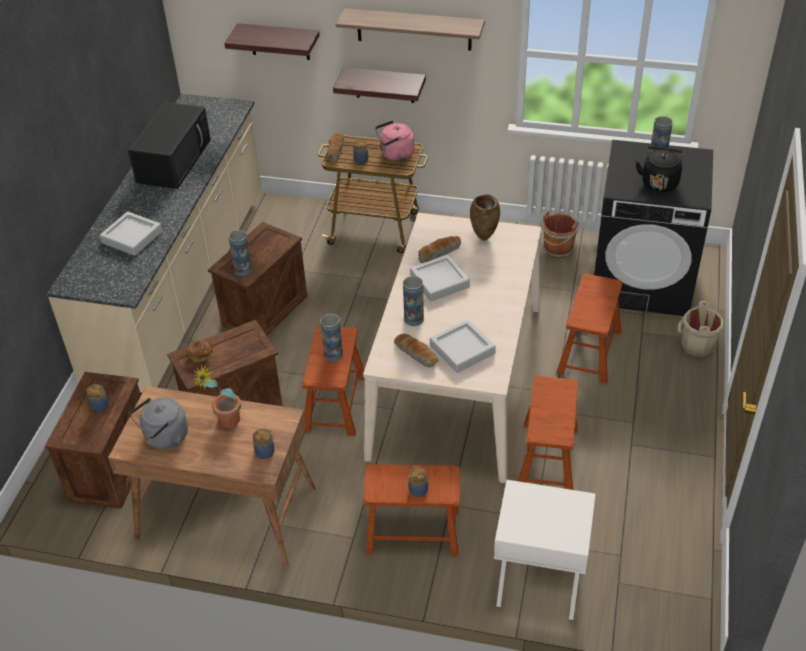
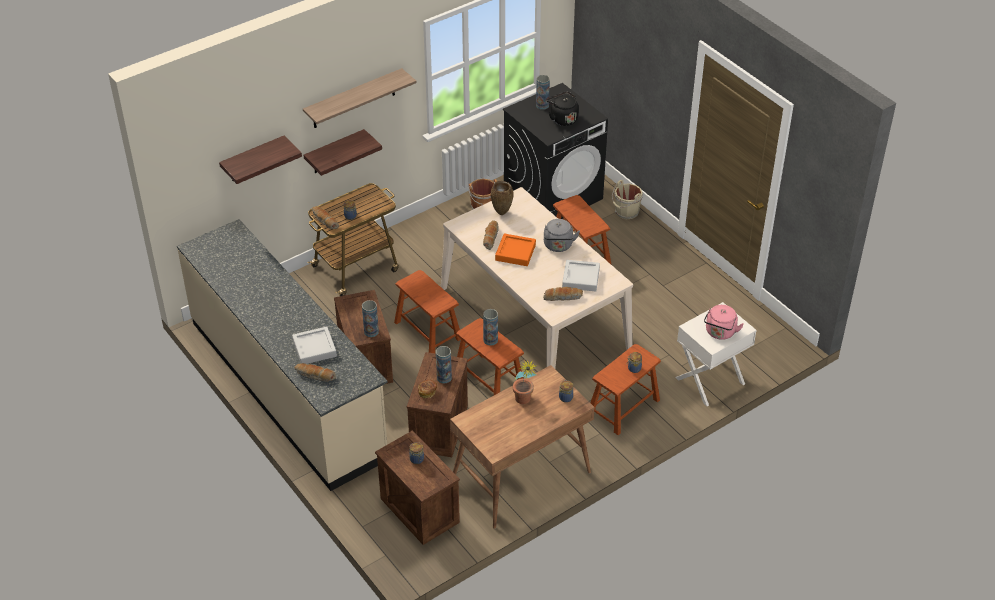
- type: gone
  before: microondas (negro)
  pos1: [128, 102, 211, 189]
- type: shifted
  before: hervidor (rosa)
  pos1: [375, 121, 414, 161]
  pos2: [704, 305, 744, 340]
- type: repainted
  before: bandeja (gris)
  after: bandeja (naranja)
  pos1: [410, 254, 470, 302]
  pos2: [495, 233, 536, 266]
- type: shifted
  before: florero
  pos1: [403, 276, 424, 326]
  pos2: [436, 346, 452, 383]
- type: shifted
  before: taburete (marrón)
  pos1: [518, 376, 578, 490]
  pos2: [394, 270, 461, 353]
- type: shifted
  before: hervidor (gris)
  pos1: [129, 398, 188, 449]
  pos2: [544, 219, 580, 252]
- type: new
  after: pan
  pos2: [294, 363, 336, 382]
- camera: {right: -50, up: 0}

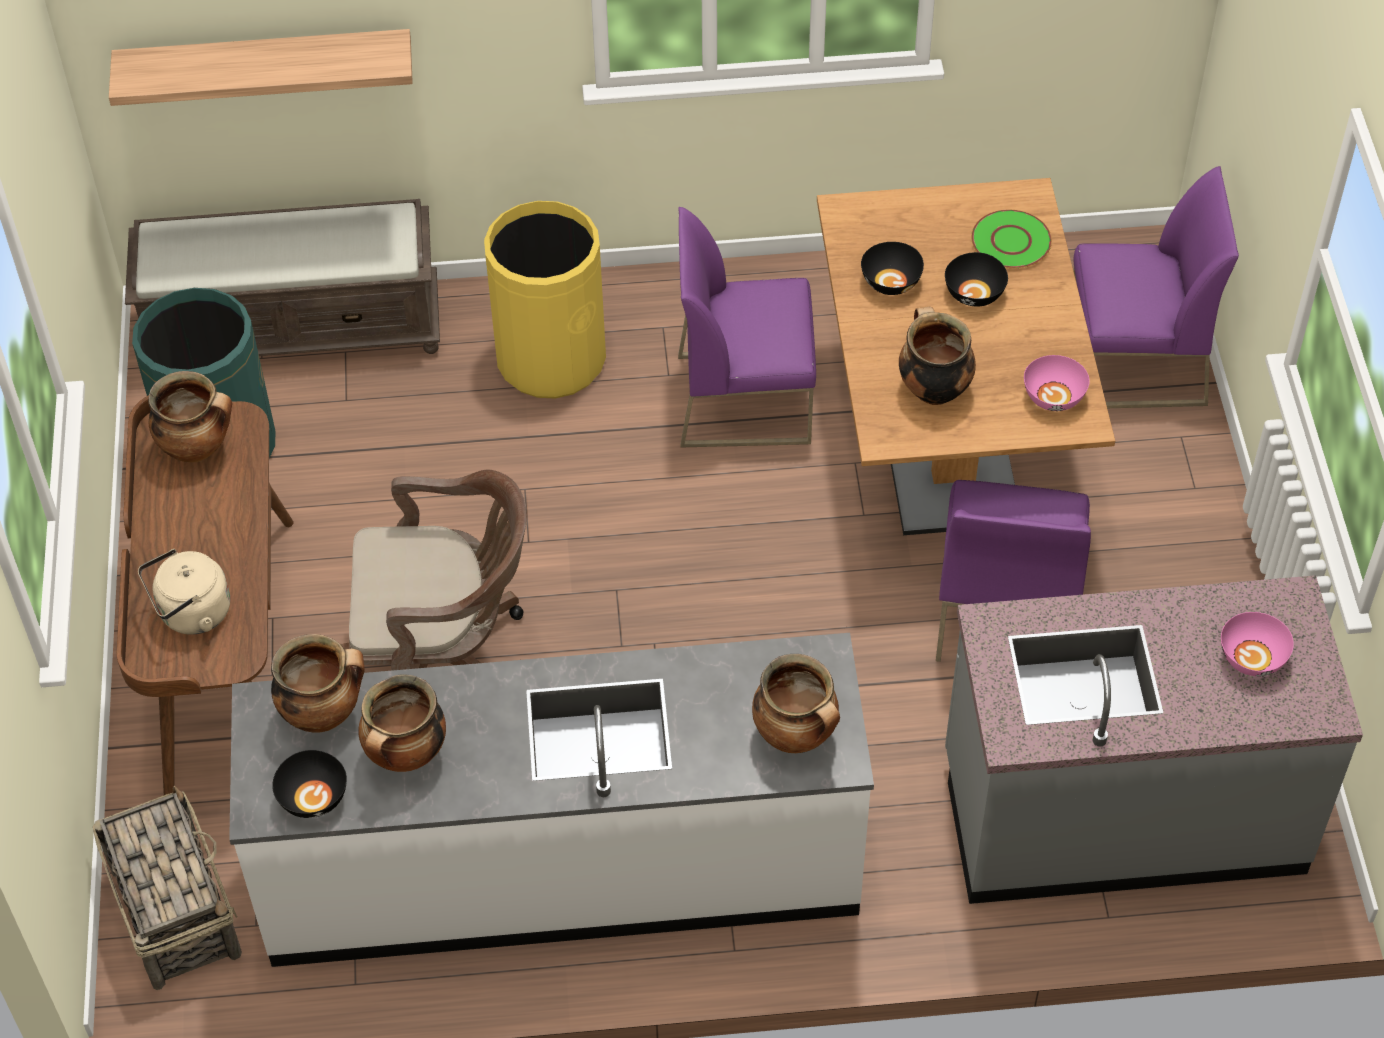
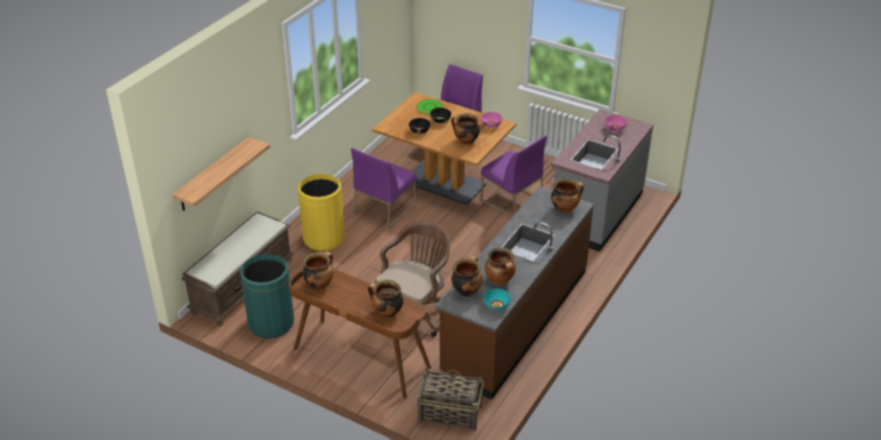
- type: swapped
  before: hervidor (beis)
  after: olla
  pos1: [138, 549, 230, 635]
  pos2: [368, 280, 404, 318]
- type: repainted
  before: mueble bajo de cocina (blanco)
  after: mueble bajo de cocina (marrón)
  pos1: [229, 633, 874, 967]
  pos2: [435, 186, 594, 400]
- type: repainted
  before: cuenco (negro)
  after: cuenco (turquesa)
  pos1: [272, 750, 347, 818]
  pos2: [484, 289, 511, 311]
- camera: {right: -55, up: -15}

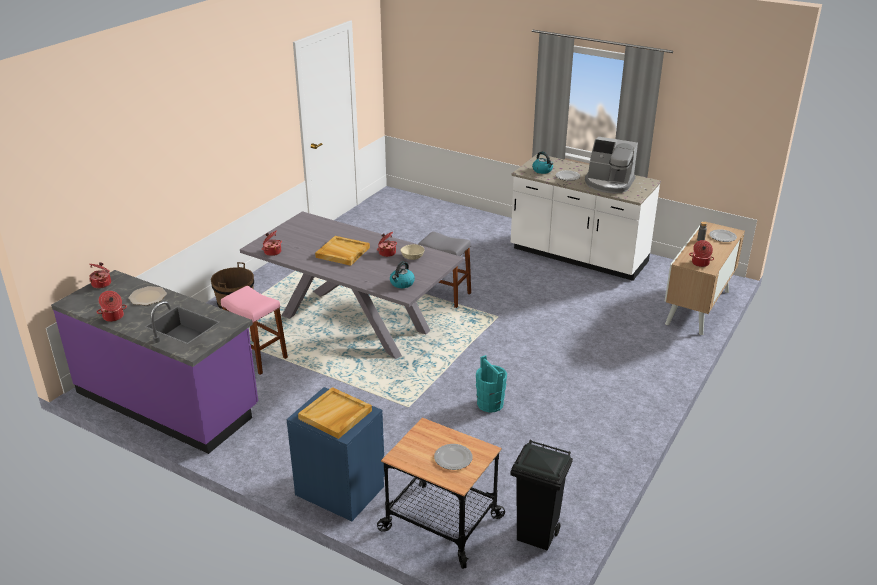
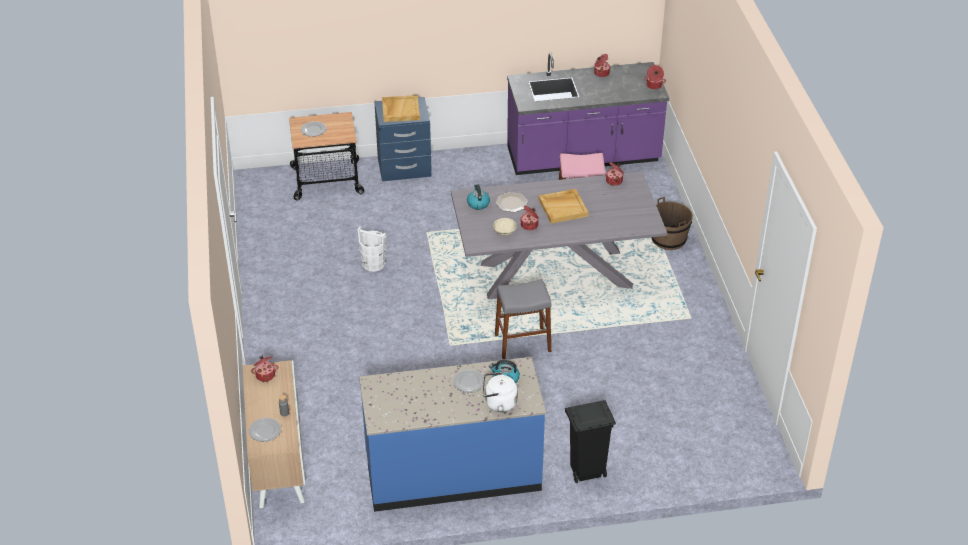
- type: gone
  before: cafetera
  pos1: [585, 137, 638, 194]
- type: repainted
  before: mueble bajo de cocina (blanco)
  after: mueble bajo de cocina (azul)
  pos1: [511, 154, 661, 281]
  pos2: [359, 357, 546, 512]
- type: shifted
  before: plato
  pos1: [128, 286, 167, 305]
  pos2: [496, 192, 528, 213]
- type: repainted
  before: cubo (turquesa)
  after: cubo (blanco)
  pos1: [476, 355, 507, 412]
  pos2: [357, 227, 386, 272]
- type: shifted
  before: papelera (negro)
  pos1: [510, 440, 573, 550]
  pos2: [565, 400, 616, 483]
- type: new
  after: hervidor (blanco)
  pos2: [482, 372, 518, 412]
- camera: {right: 140, up: 10}

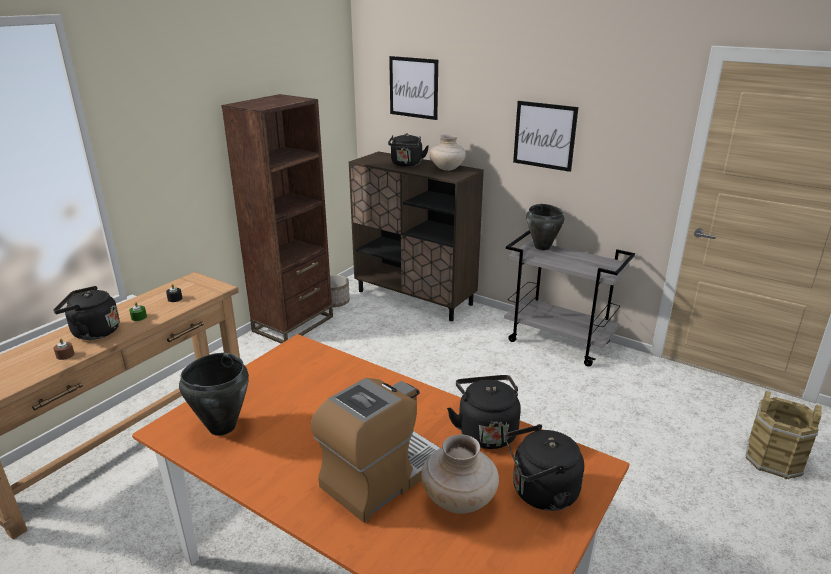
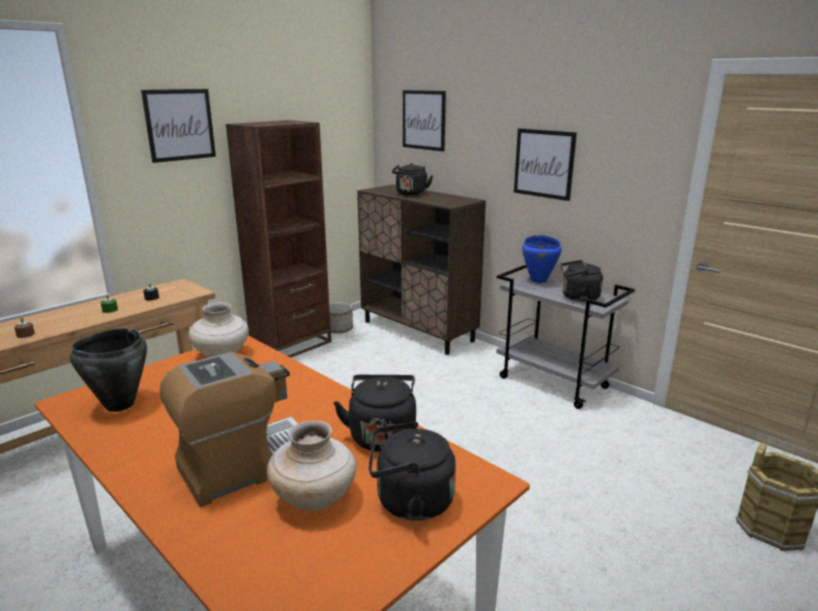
- type: shifted
  before: florero (beis)
  pos1: [430, 134, 466, 171]
  pos2: [189, 302, 249, 357]
- type: repainted
  before: olla (negro)
  after: olla (azul)
  pos1: [526, 204, 564, 250]
  pos2: [522, 235, 562, 283]
- type: shifted
  before: hervidor (negro)
  pos1: [53, 286, 120, 340]
  pos2: [560, 260, 603, 302]
- type: new
  after: cuadro
  pos2: [141, 89, 216, 163]
- camera: {right: 10, up: -5}

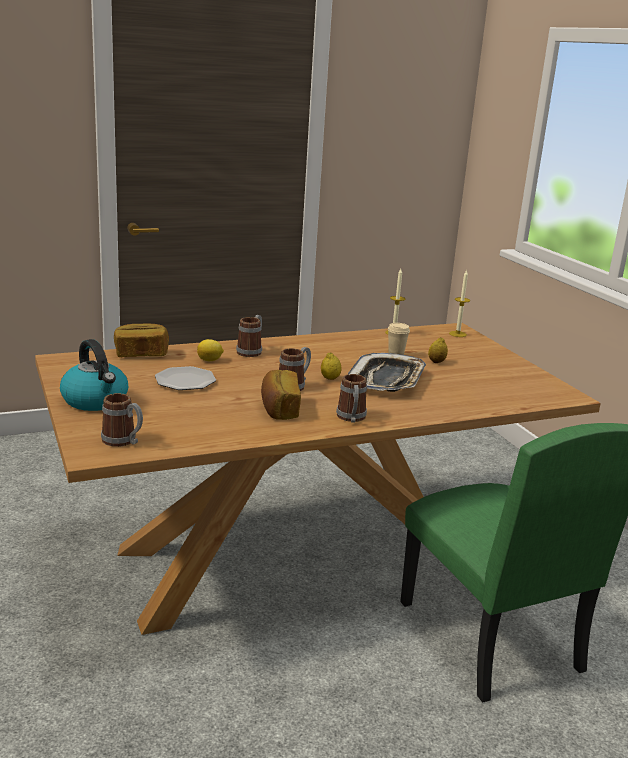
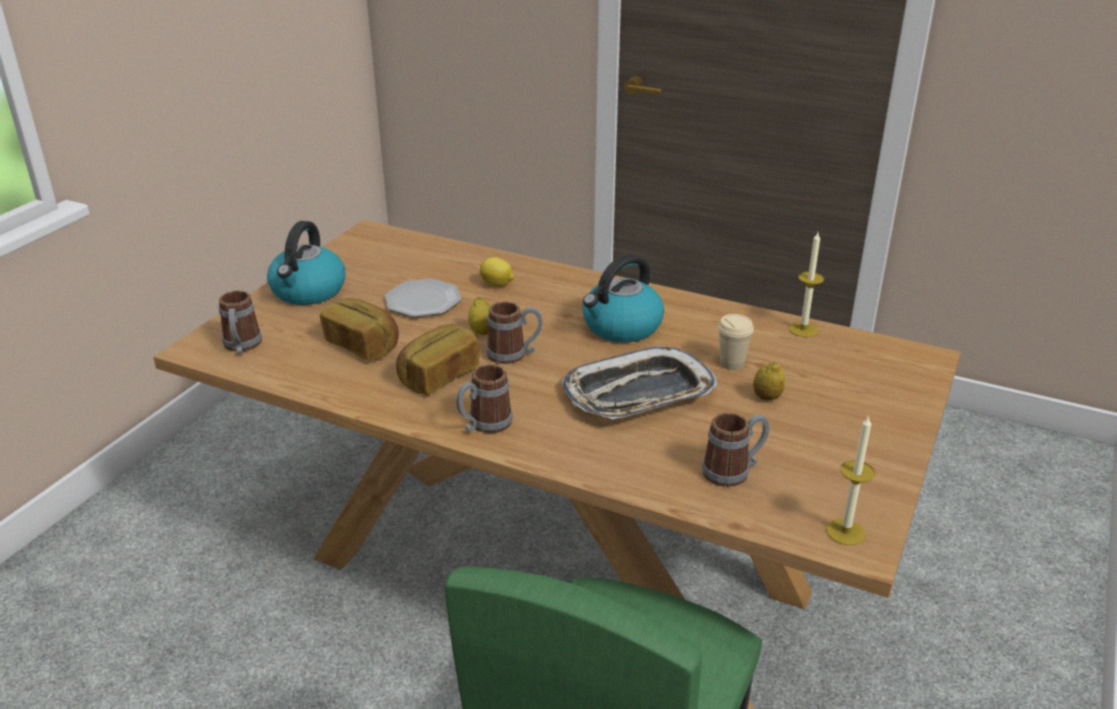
- type: shifted
  before: vela
  pos1: [449, 270, 470, 337]
  pos2: [826, 415, 875, 545]
- type: shifted
  before: taza grande
  pos1: [236, 315, 262, 357]
  pos2: [702, 413, 770, 487]
- type: shifted
  before: pan
  pos1: [114, 324, 169, 357]
  pos2: [320, 298, 399, 361]
- type: shifted
  before: limón
  pos1: [321, 353, 341, 380]
  pos2: [468, 297, 491, 335]
- type: new
  after: hervidor
  pos2: [582, 254, 664, 343]
- camera: {right: 50, up: 10}

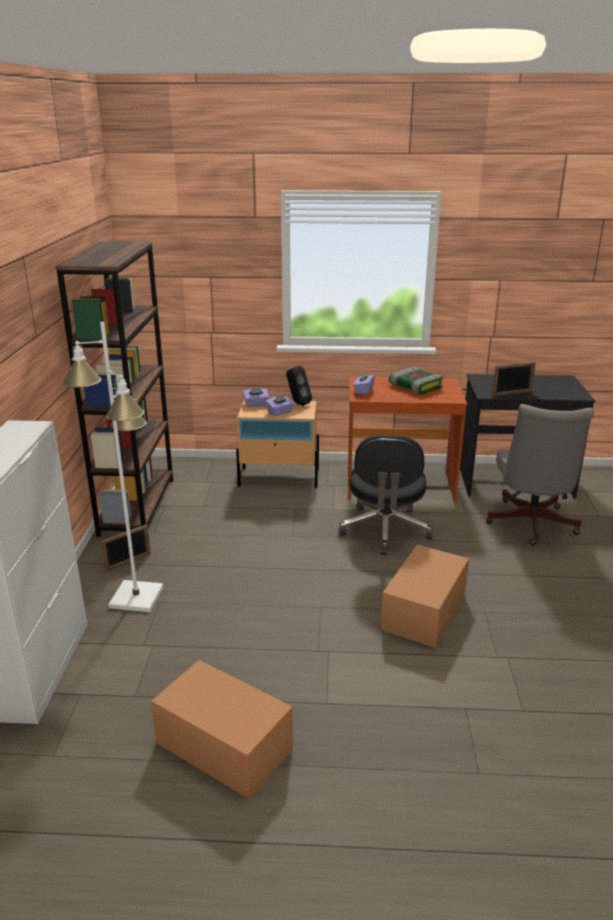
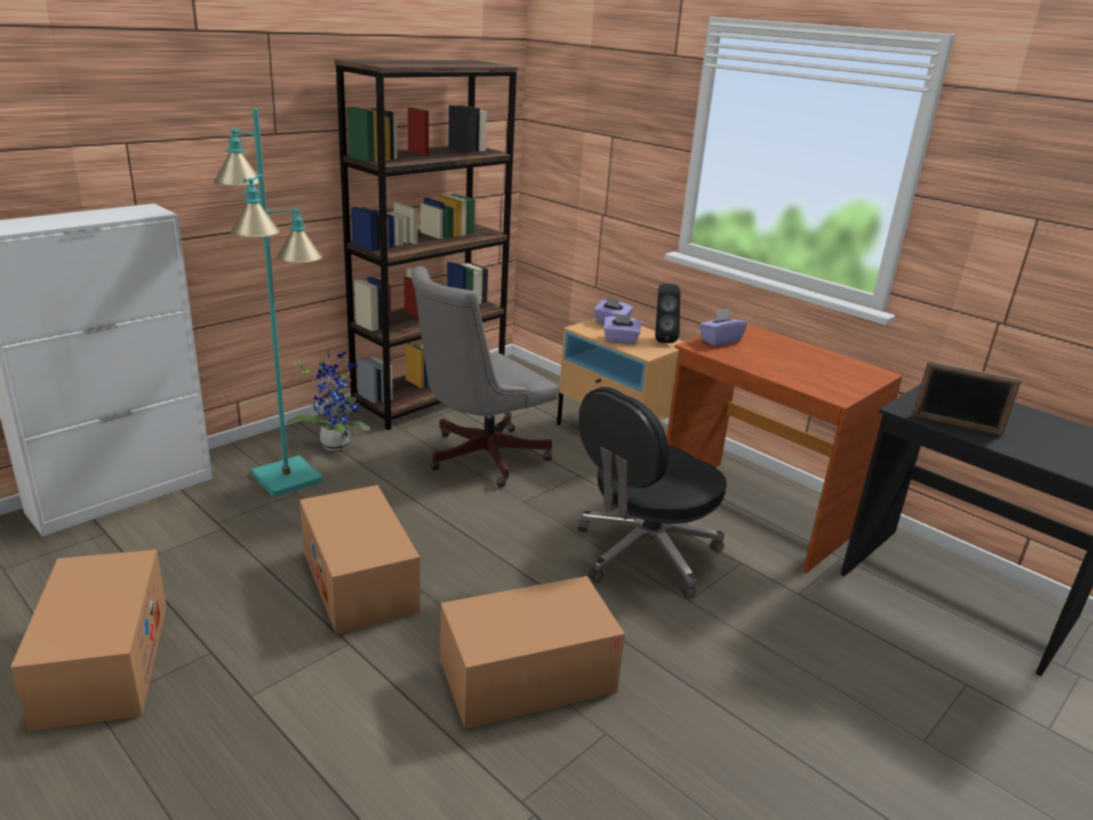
- type: repainted
  before: lámpara de pie (blanco)
  after: lámpara de pie (turquesa)
  pos1: [63, 322, 164, 612]
  pos2: [214, 108, 323, 497]
- type: gone
  before: libro
  pos1: [389, 367, 443, 394]
- type: shifted
  before: silla de oficina (gris)
  pos1: [486, 404, 594, 545]
  pos2: [411, 266, 558, 487]
- type: swapped
  before: portarretratos
  after: planta en maceta
  pos1: [101, 524, 151, 572]
  pos2: [286, 349, 370, 451]
- type: new
  after: caja de cartón
  pos2: [300, 485, 420, 634]
- camera: {right: 40, up: 0}

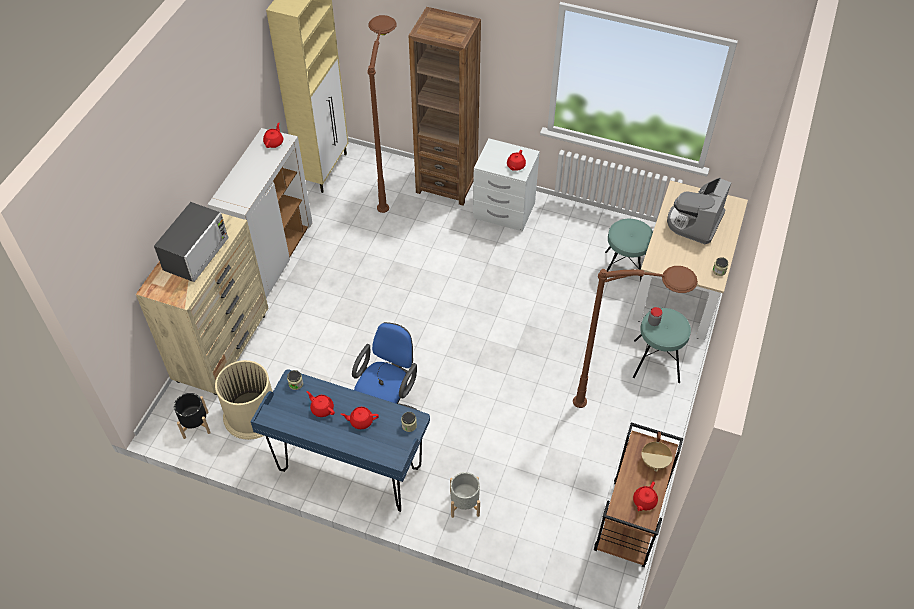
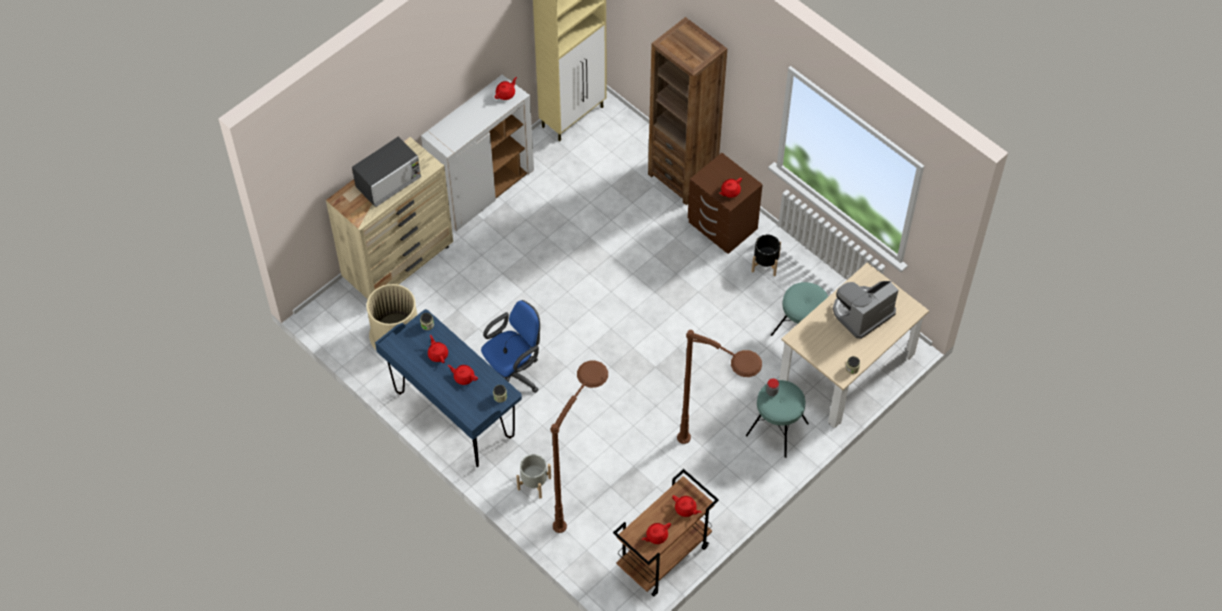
- type: shifted
  before: lámpara de pie (marrón)
  pos1: [367, 15, 397, 213]
  pos2: [550, 361, 608, 533]
- type: repainted
  before: mesita de noche (blanco)
  after: mesita de noche (marrón)
  pos1: [473, 138, 540, 232]
  pos2: [688, 153, 763, 254]
- type: shifted
  before: maceta (negro)
  pos1: [174, 393, 211, 439]
  pos2: [752, 234, 781, 276]
- type: swapped
  before: olla (beis)
  after: tetera (rojo)
  pos1: [641, 432, 673, 472]
  pos2: [672, 495, 702, 517]
- camera: {right: 25, up: 5}

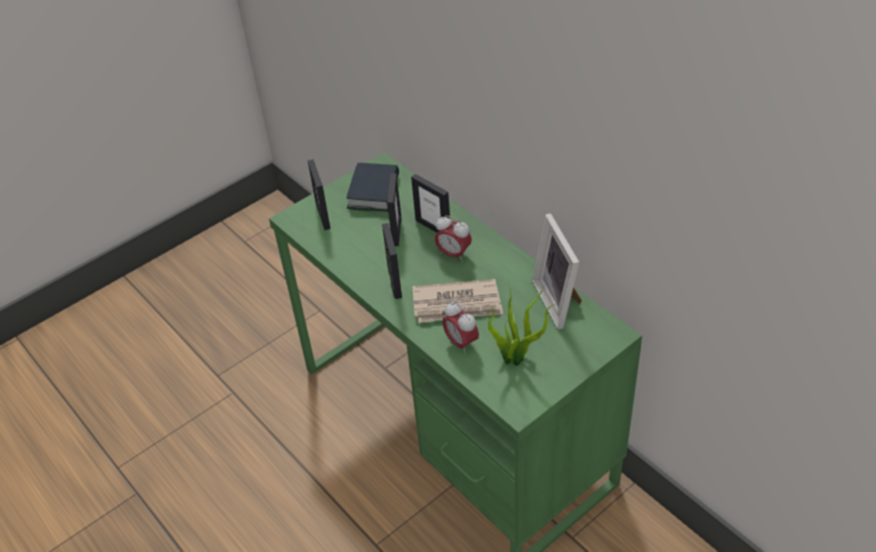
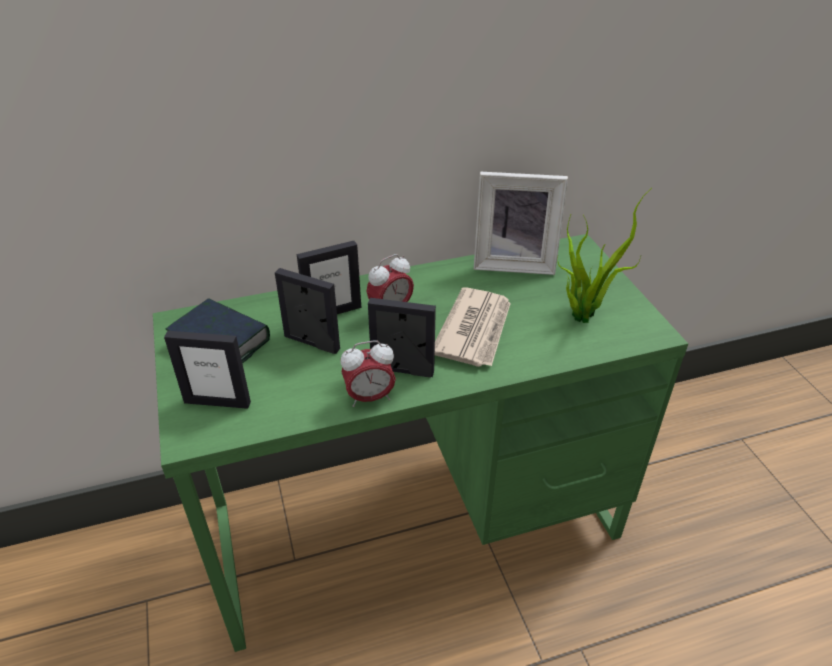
- type: shifted
  before: despertador
  pos1: [442, 302, 479, 354]
  pos2: [341, 340, 396, 407]
- camera: {right: -70, up: -5}

